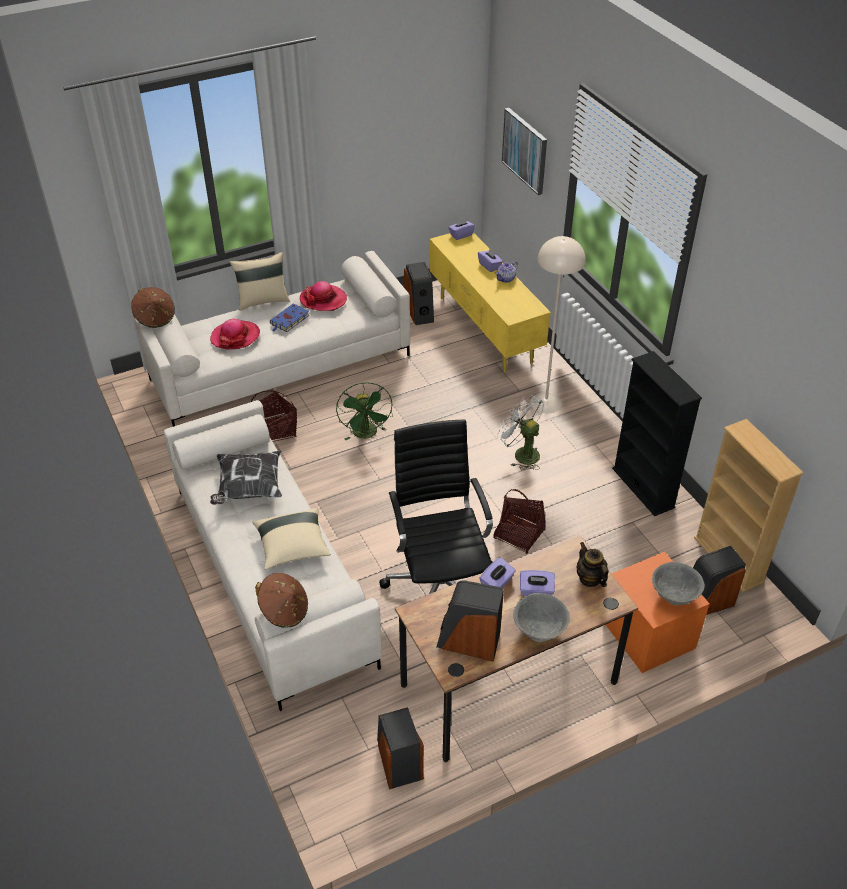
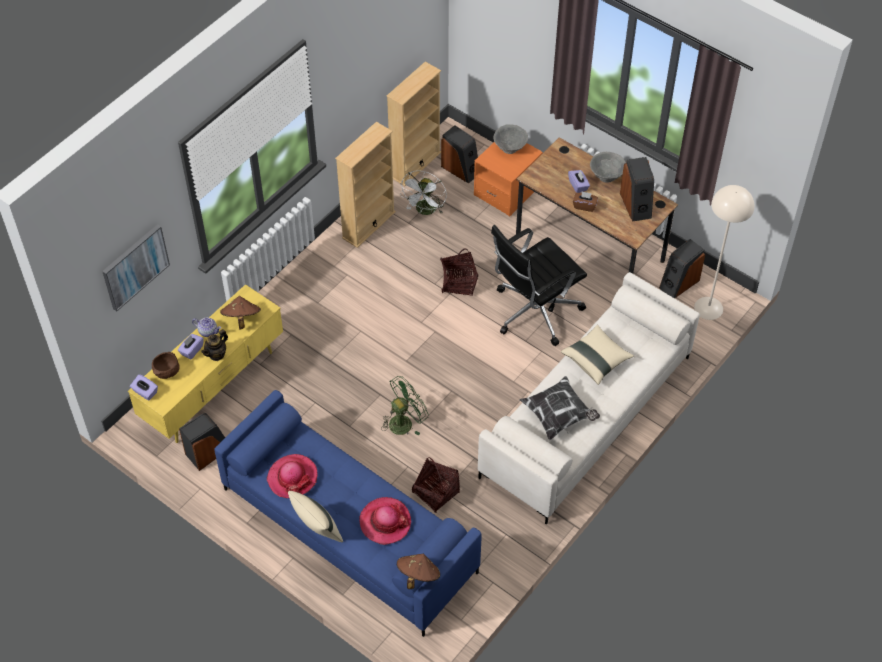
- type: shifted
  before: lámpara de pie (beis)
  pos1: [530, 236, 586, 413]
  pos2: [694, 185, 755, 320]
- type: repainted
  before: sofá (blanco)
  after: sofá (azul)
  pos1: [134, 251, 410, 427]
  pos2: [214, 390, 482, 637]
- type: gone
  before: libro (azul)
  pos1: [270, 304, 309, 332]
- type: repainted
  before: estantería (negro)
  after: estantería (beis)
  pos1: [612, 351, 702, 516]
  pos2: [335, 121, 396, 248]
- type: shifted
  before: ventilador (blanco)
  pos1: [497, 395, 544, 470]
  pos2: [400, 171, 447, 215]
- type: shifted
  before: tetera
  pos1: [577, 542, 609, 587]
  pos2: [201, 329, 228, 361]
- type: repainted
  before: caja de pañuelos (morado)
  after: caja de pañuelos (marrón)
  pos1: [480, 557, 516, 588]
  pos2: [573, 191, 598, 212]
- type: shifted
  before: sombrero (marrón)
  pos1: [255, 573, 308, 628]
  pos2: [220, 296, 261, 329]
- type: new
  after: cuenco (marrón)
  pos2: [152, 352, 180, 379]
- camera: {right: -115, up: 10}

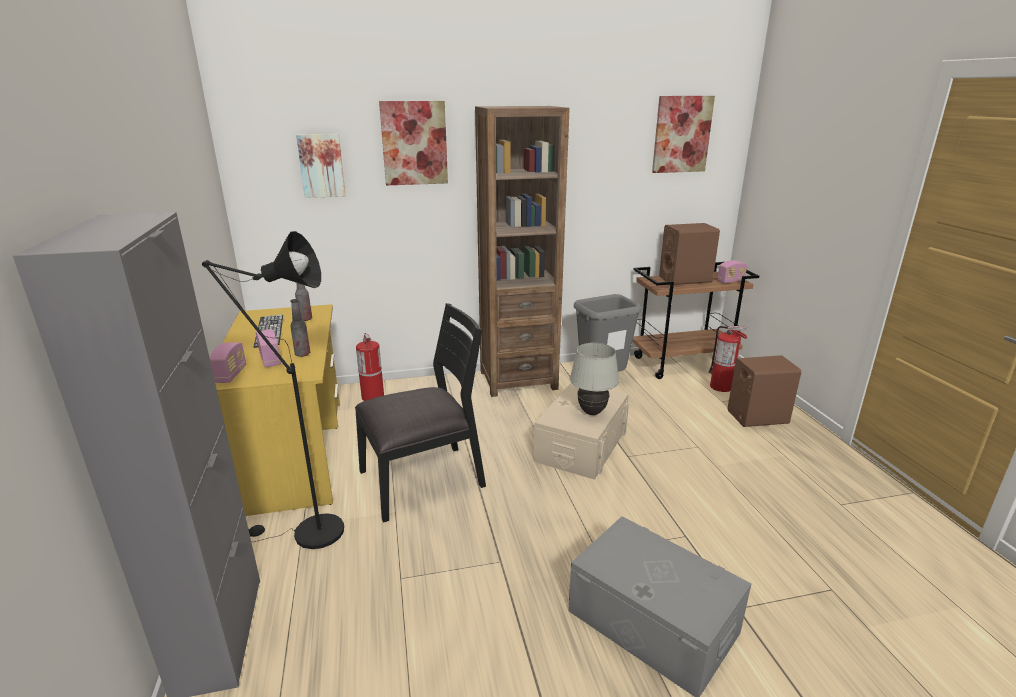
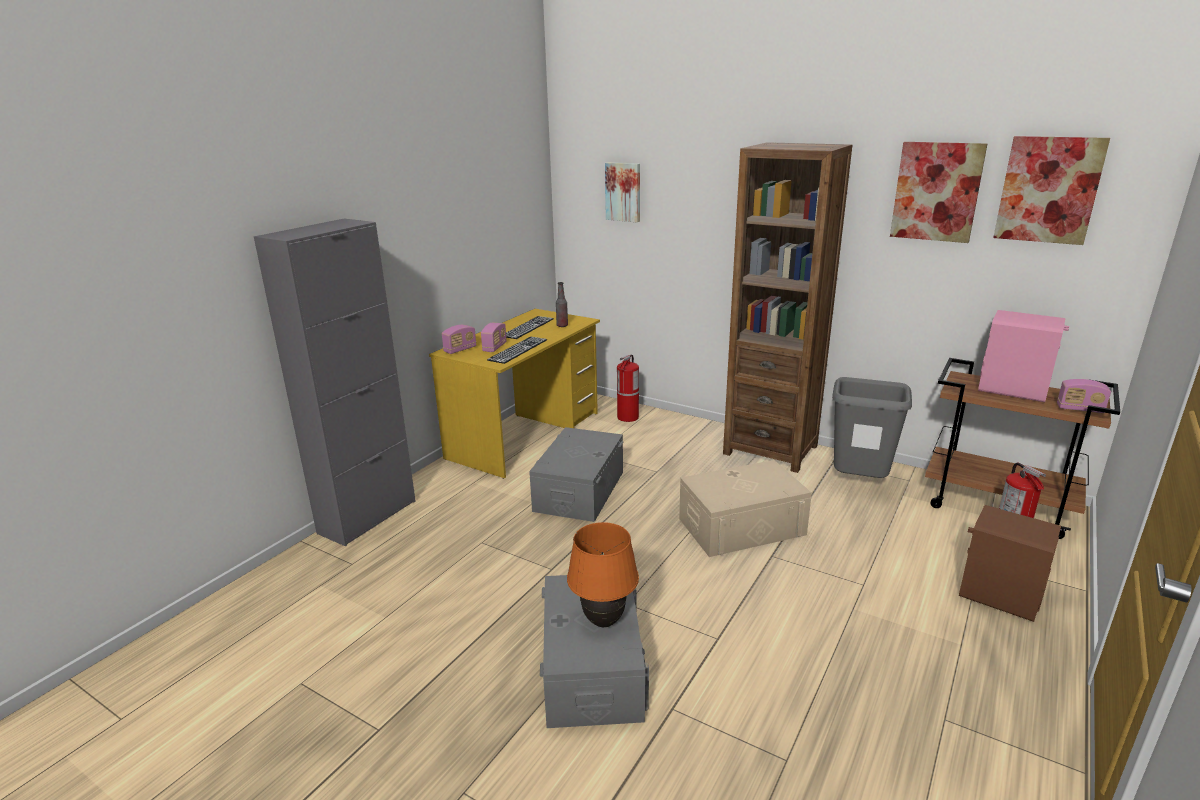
- type: shifted
  before: cuadro
  pos1: [379, 101, 448, 186]
  pos2: [890, 142, 987, 243]
- type: repainted
  before: altavoz (marrón)
  after: altavoz (rosa)
  pos1: [659, 223, 720, 285]
  pos2: [978, 310, 1069, 402]
- type: gone
  before: lámpara de pie (negro)
  pos1: [202, 231, 344, 549]
- type: swapped
  before: botella
  after: teclado
  pos1: [290, 299, 310, 357]
  pos2: [487, 337, 547, 364]
- type: swapped
  before: silla (negro)
  after: caja de almacenaje (gris)
  pos1: [355, 303, 486, 523]
  pos2: [529, 427, 623, 522]
- type: gone
  before: lámpara de mesa (blanco)
  pos1: [570, 343, 619, 415]
- type: new
  after: lámpara de mesa (naranja)
  pos2: [567, 522, 639, 627]
- camera: {right: 45, up: 0}

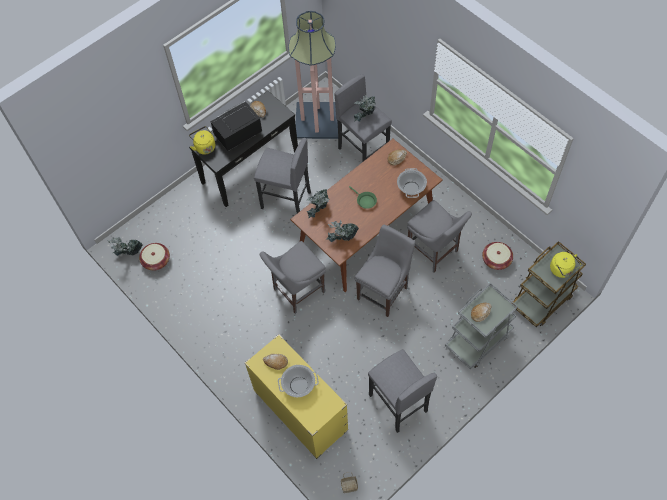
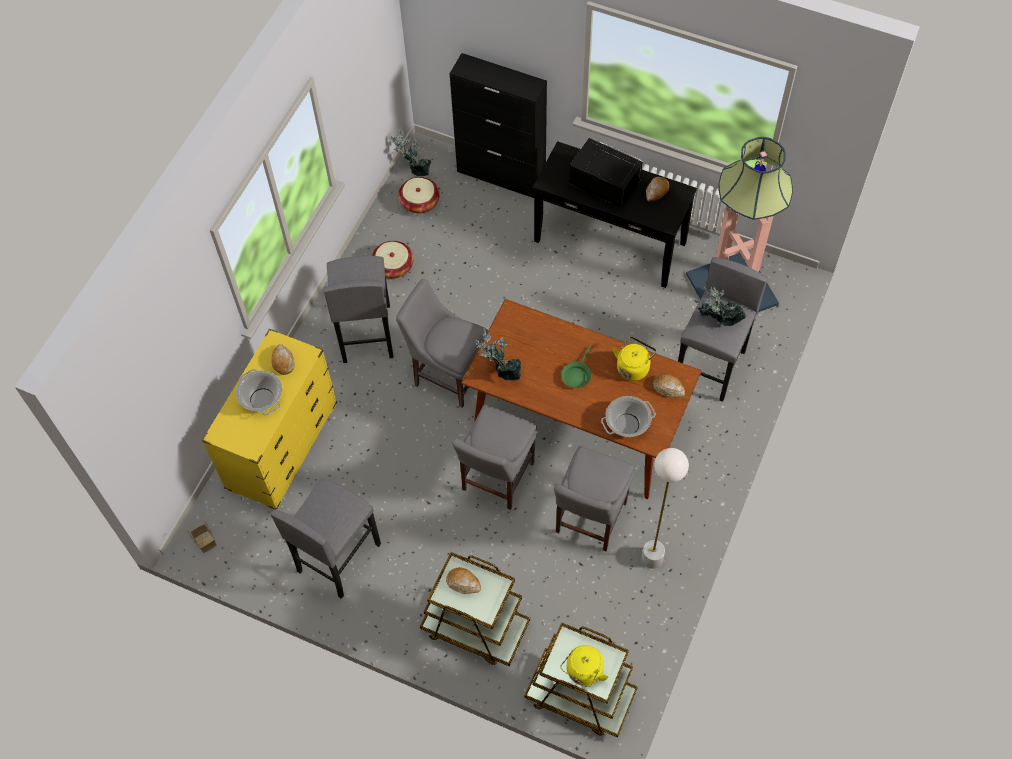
- type: shifted
  before: hervidor (amarillo)
  pos1: [189, 126, 215, 155]
  pos2: [613, 336, 656, 381]
- type: shifted
  before: taburete (gris)
  pos1: [254, 138, 311, 213]
  pos2: [323, 256, 393, 363]
- type: gone
  before: planta en maceta
  pos1: [307, 189, 330, 219]
- type: rotated
  before: silla (gris)
  pos1: [355, 225, 415, 317]
  pos2: [452, 405, 538, 510]
  turn: 105
- type: shifted
  before: cesta
  pos1: [482, 242, 513, 270]
  pos2: [372, 241, 414, 279]
- type: repainted
  before: carrito (gris)
  after: carrito (marrón)
  pos1: [445, 283, 518, 369]
  pos2: [420, 552, 530, 666]
- type: new
  after: armario (negro)
  pos2: [449, 53, 547, 198]
- type: new
  after: lámpara de pie (blanco)
  pos2: [641, 448, 689, 569]
- camera: {right: 65, up: 0}

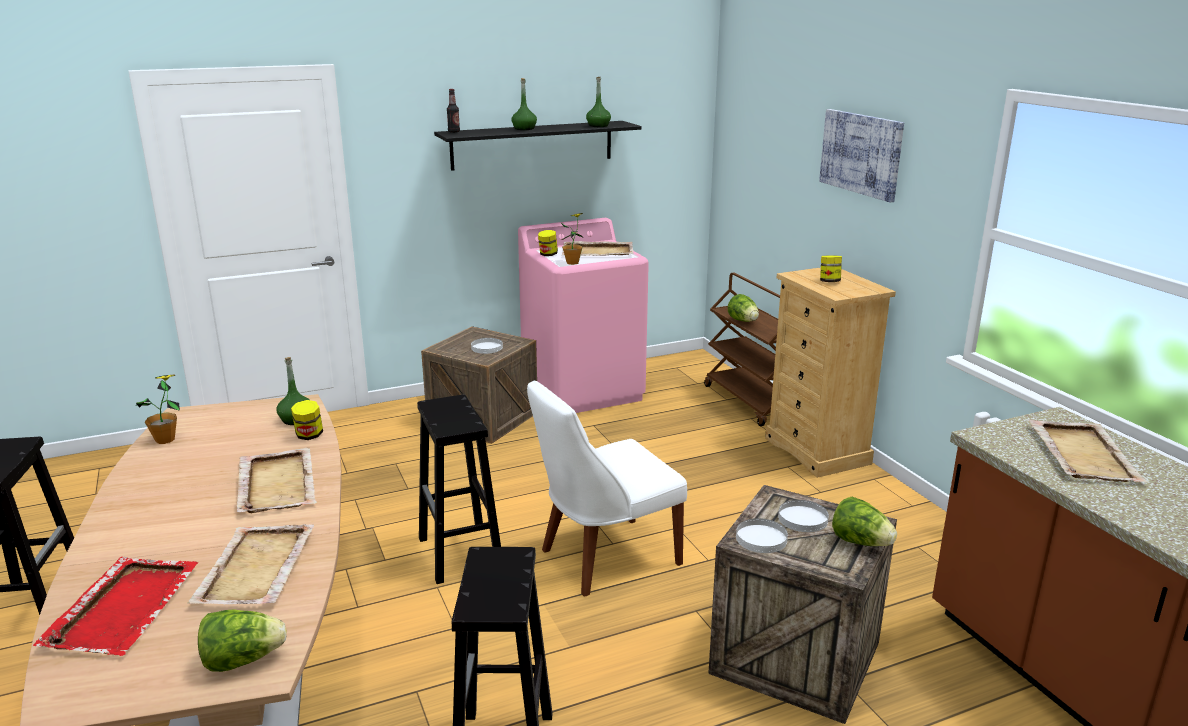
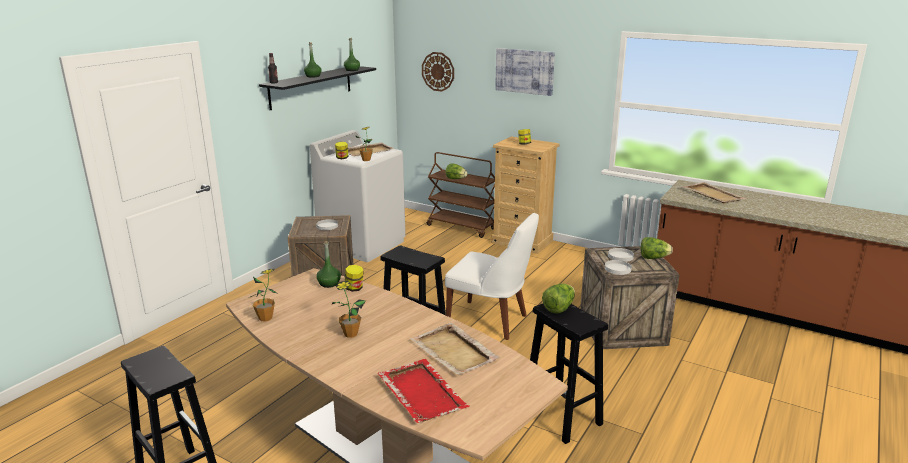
- type: repainted
  before: lavadora (rosa)
  after: lavadora (blanco)
  pos1: [518, 218, 649, 413]
  pos2: [310, 130, 406, 262]
- type: rotated
  before: silla (blanco)
  pos1: [527, 381, 687, 597]
  pos2: [445, 213, 539, 340]
  turn: -90
- type: gone
  before: bandeja (beis)
  pos1: [237, 448, 317, 513]
- type: shifted
  before: lechuga
  pos1: [198, 609, 287, 672]
  pos2: [542, 284, 575, 313]
- type: new
  after: reloj de pared
  pos2: [422, 52, 454, 92]
- type: new
  after: planta en maceta
  pos2: [331, 281, 366, 338]
- camera: {right: -35, up: 0}

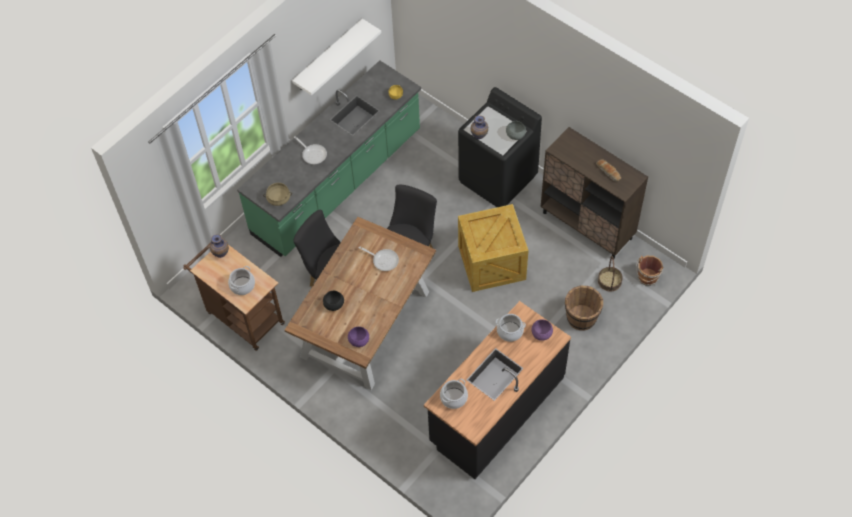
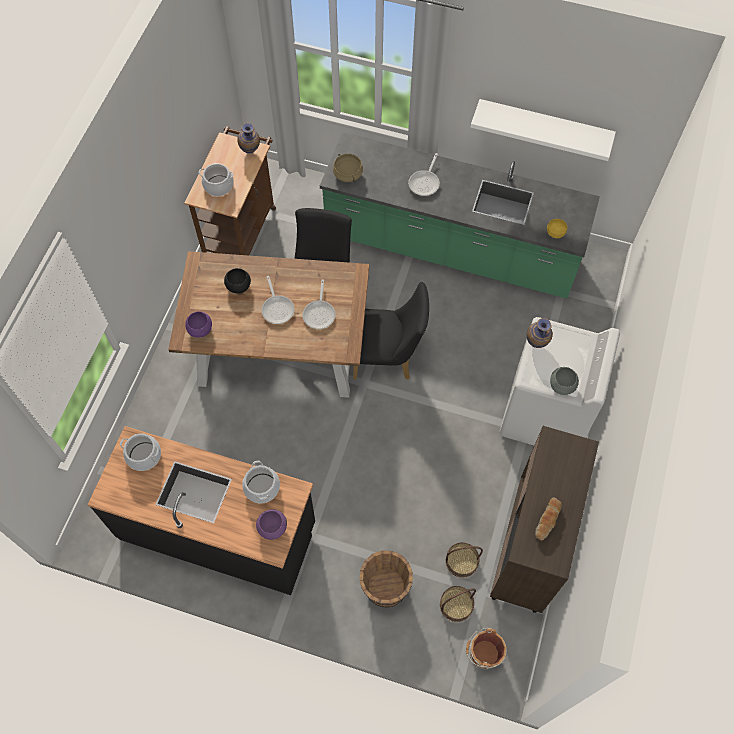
- type: repainted
  before: lavadora (negro)
  after: lavadora (blanco)
  pos1: [458, 87, 542, 207]
  pos2: [500, 317, 620, 445]
- type: gone
  before: caja de embalaje
  pos1: [458, 204, 529, 292]
- type: new
  after: sartén
  pos2: [262, 276, 294, 324]
- type: new
  after: cesta
  pos2: [446, 542, 483, 578]
- camera: {right: 65, up: 5}

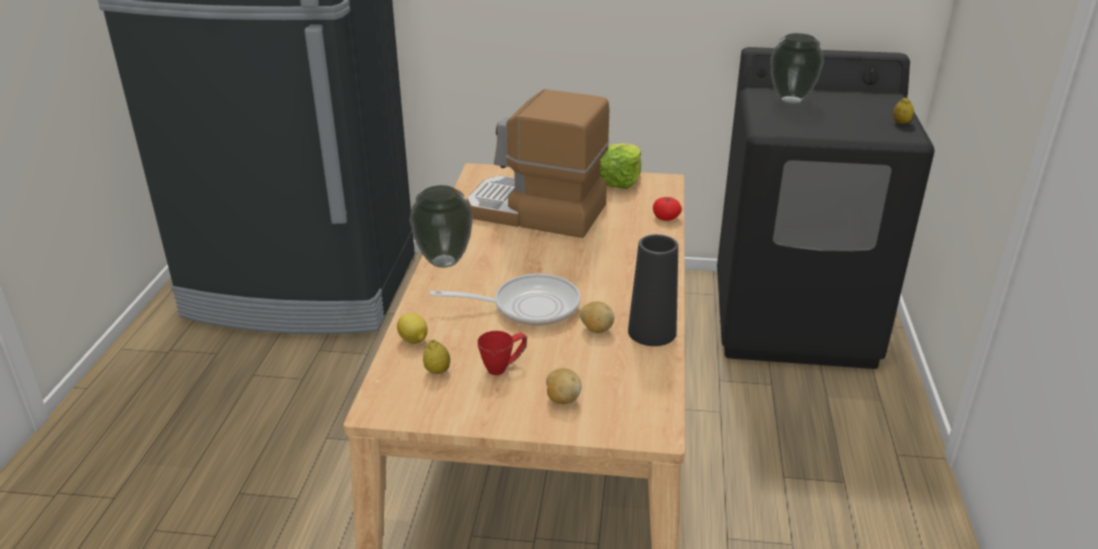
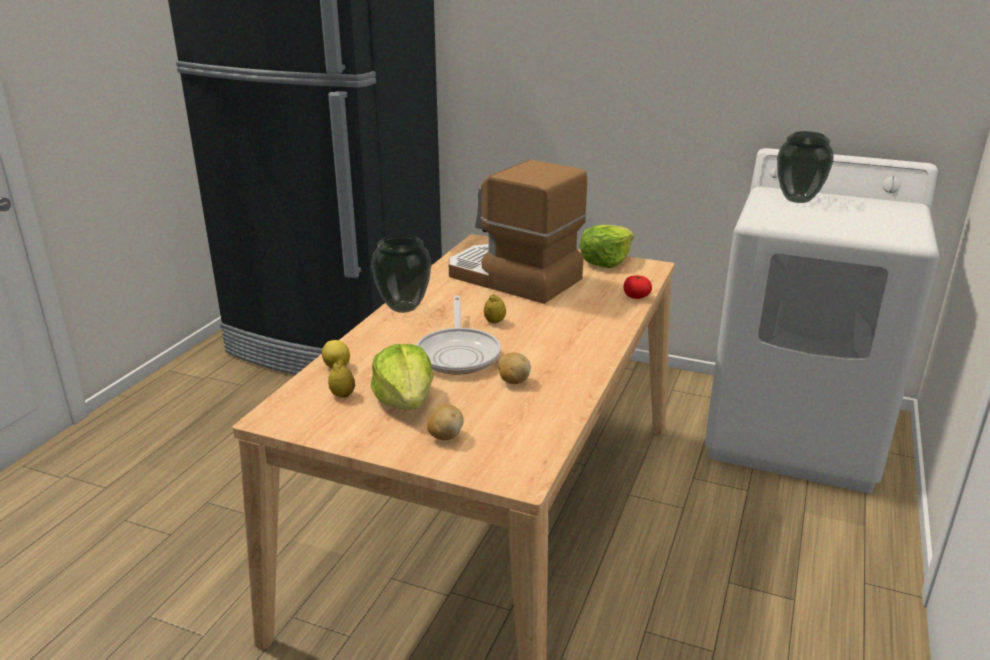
- type: repainted
  before: lavadora (negro)
  after: lavadora (blanco)
  pos1: [717, 47, 935, 369]
  pos2: [705, 148, 939, 493]
- type: shifted
  before: limón
  pos1: [893, 98, 914, 124]
  pos2: [484, 294, 506, 323]
- type: gone
  before: florero (negro)
  pos1: [628, 234, 678, 346]
- type: rotated
  before: sartén
  pos1: [430, 274, 580, 326]
  pos2: [416, 295, 501, 375]
  turn: 75
- type: swapped
  before: taza grande (rojo)
  after: lechuga
  pos1: [478, 331, 527, 375]
  pos2: [371, 344, 434, 410]
- camera: {right: 15, up: -5}

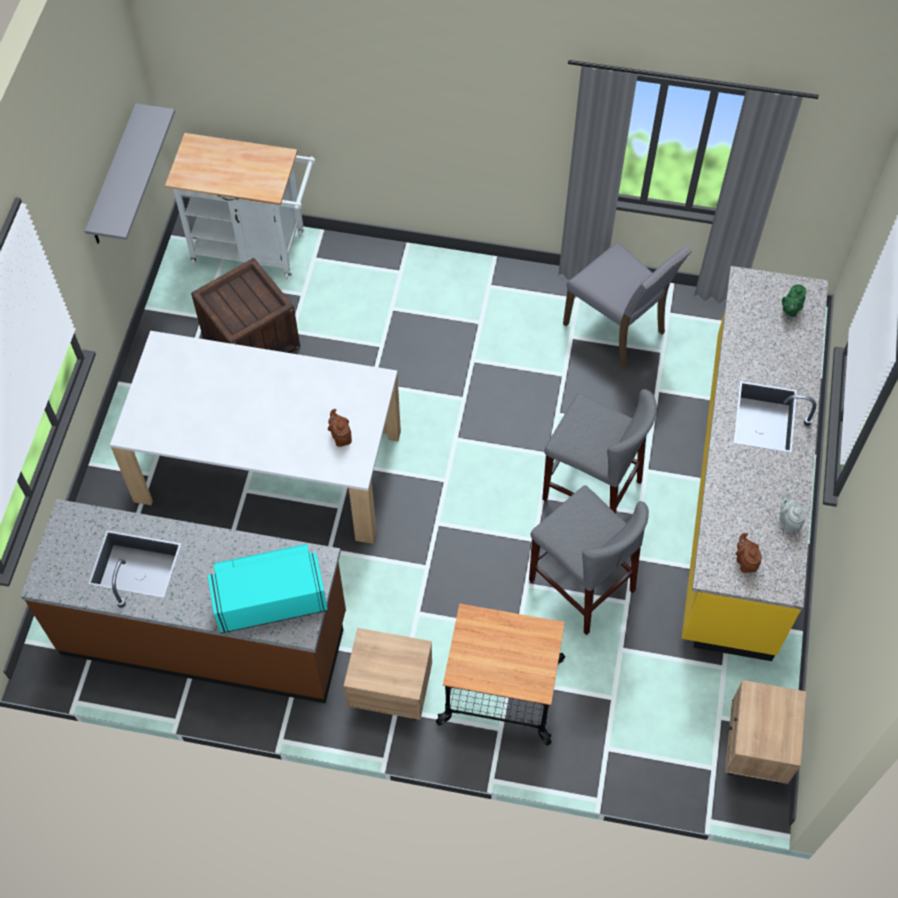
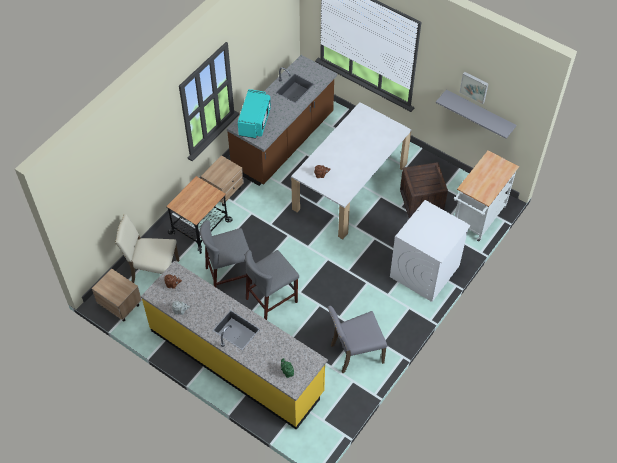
- type: new
  after: cuadro
  pos2: [459, 72, 489, 104]
- type: new
  after: lavadora (blanco)
  pos2: [390, 200, 471, 302]
- type: new
  after: silla (beis)
  pos2: [115, 214, 179, 283]
- camera: {right: 115, up: -5}

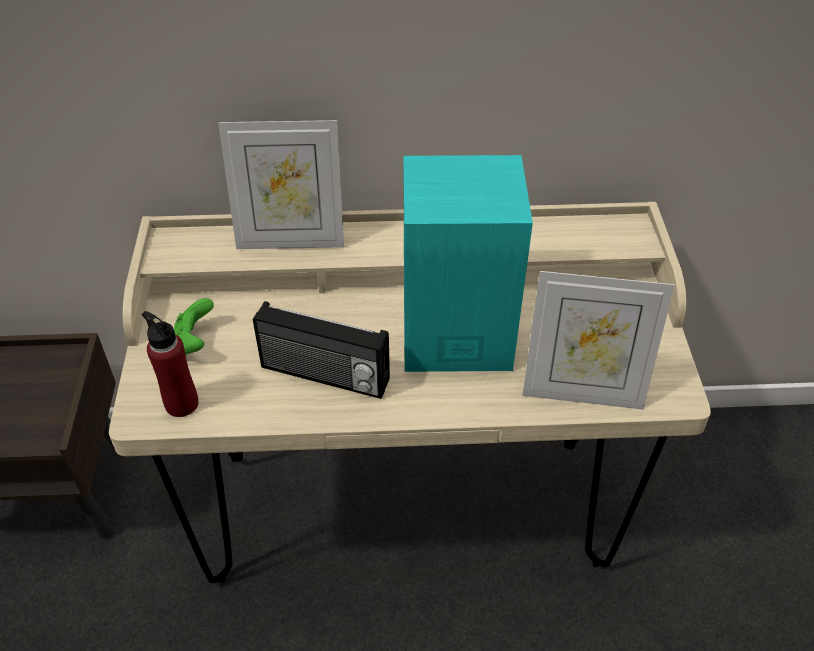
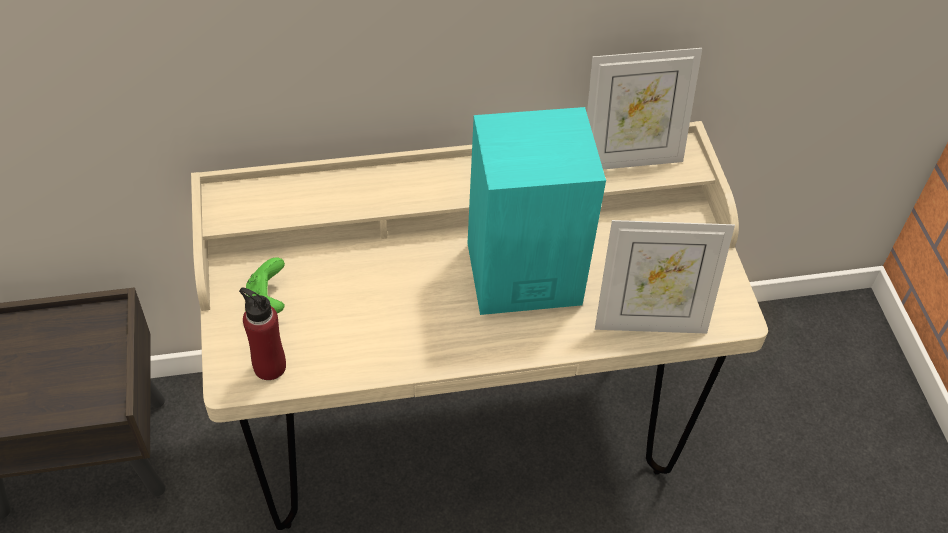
- type: shifted
  before: portarretratos
  pos1: [218, 120, 344, 249]
  pos2: [587, 48, 702, 169]
- type: gone
  before: radio
  pos1: [253, 301, 390, 399]
- camera: {right: -10, up: 5}

